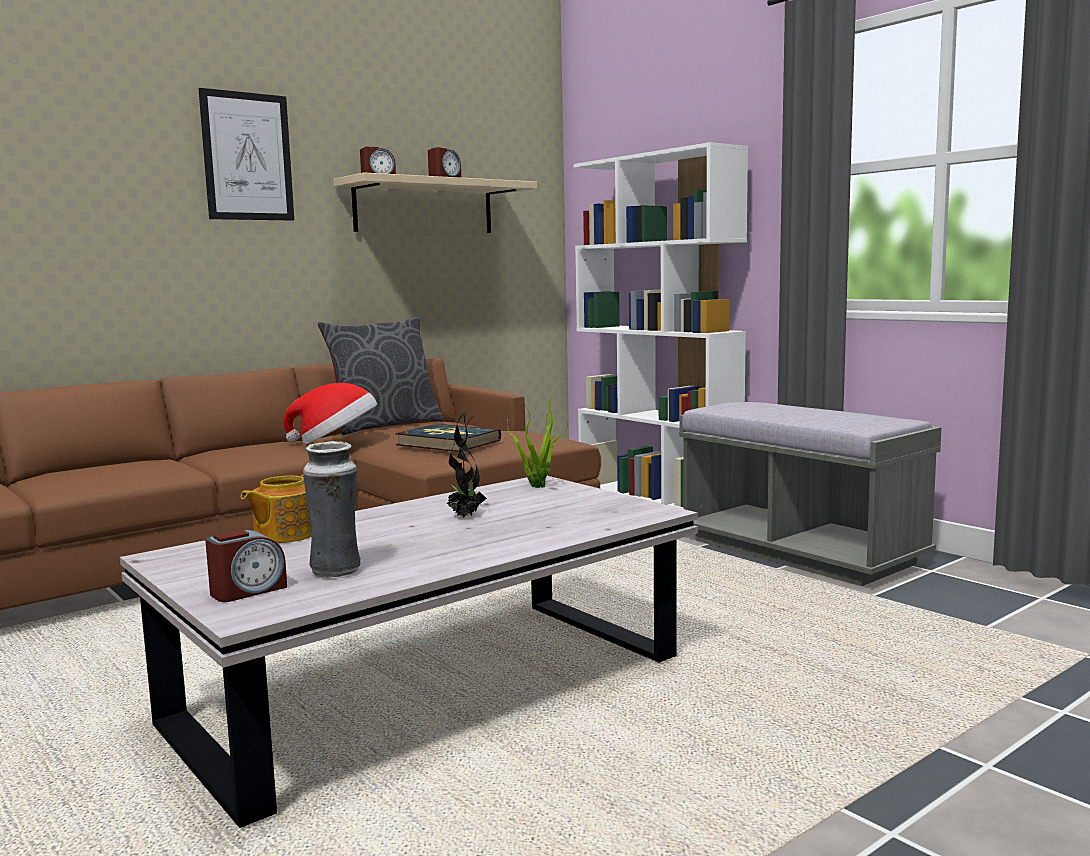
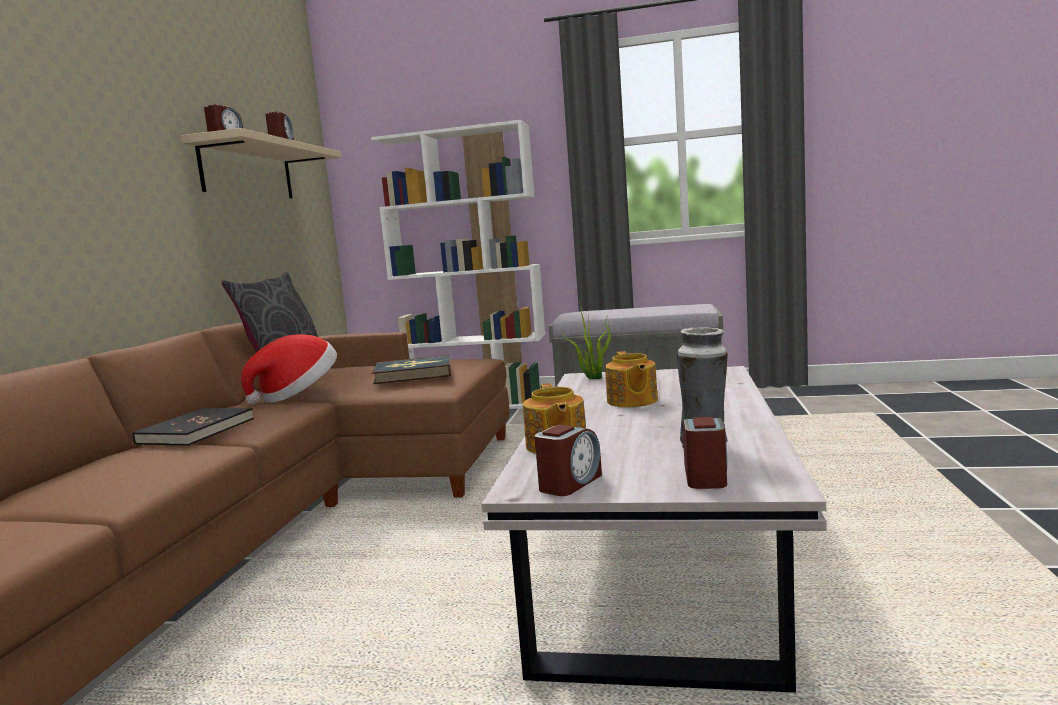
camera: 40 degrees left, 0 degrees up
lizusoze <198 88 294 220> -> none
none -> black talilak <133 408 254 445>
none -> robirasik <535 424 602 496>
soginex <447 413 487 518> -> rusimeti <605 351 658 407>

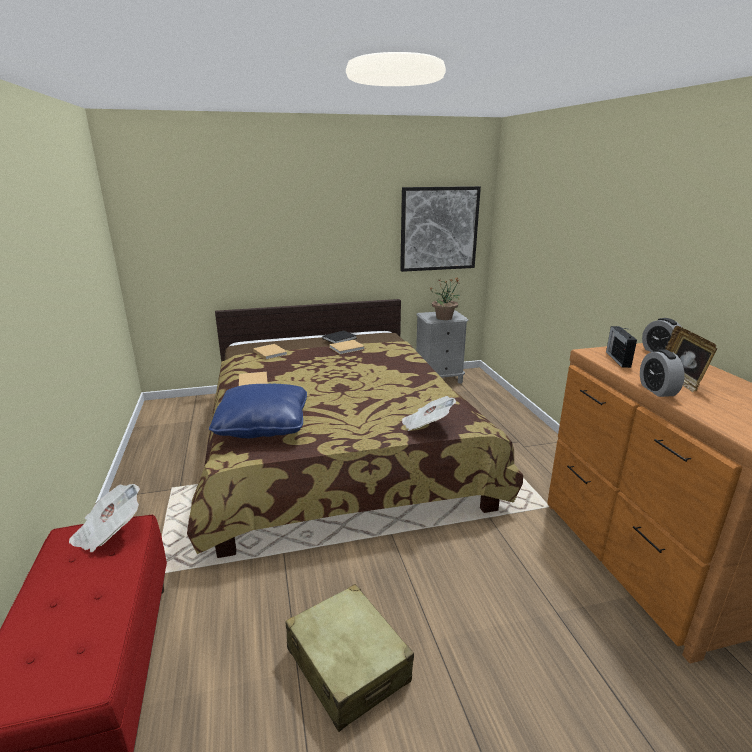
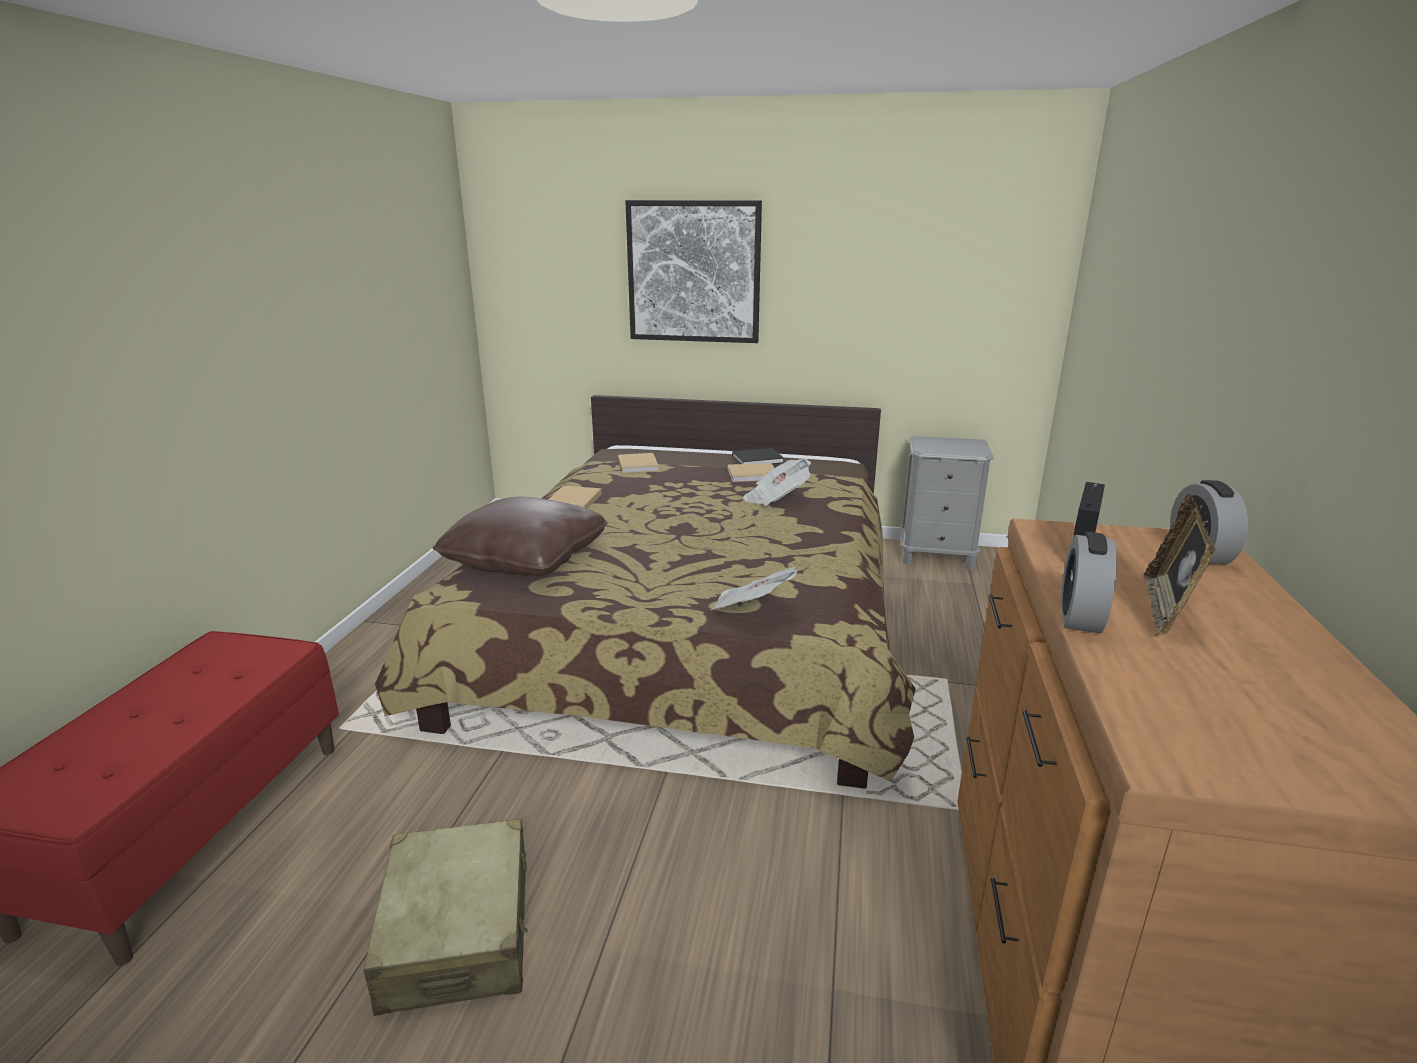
camera: 25 degrees right, 0 degrees up
soginex <429 278 462 320> -> none
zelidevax <69 484 140 552> -> zelidevax <743 459 811 506>, shifted
lizusoze <400 186 481 272> -> lizusoze <625 200 762 343>, shifted
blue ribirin <209 384 307 438> -> brown ribirin <433 497 608 576>

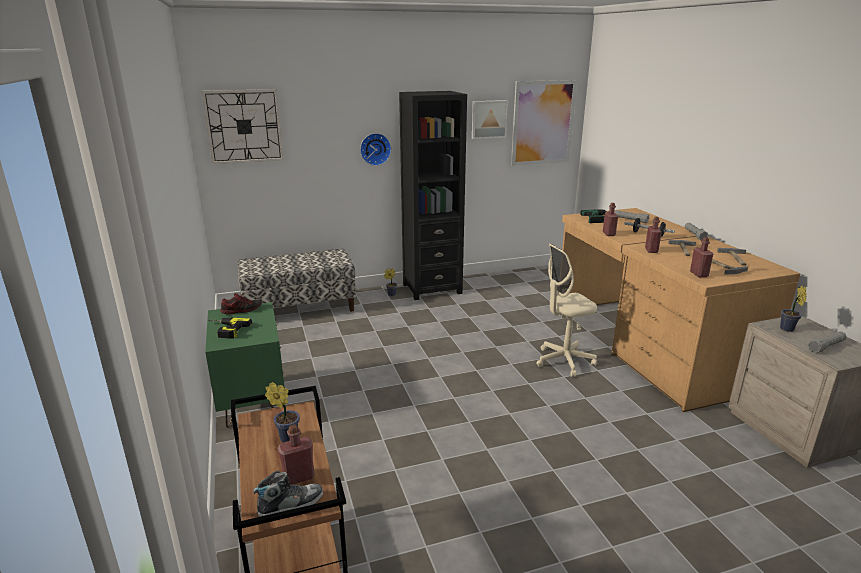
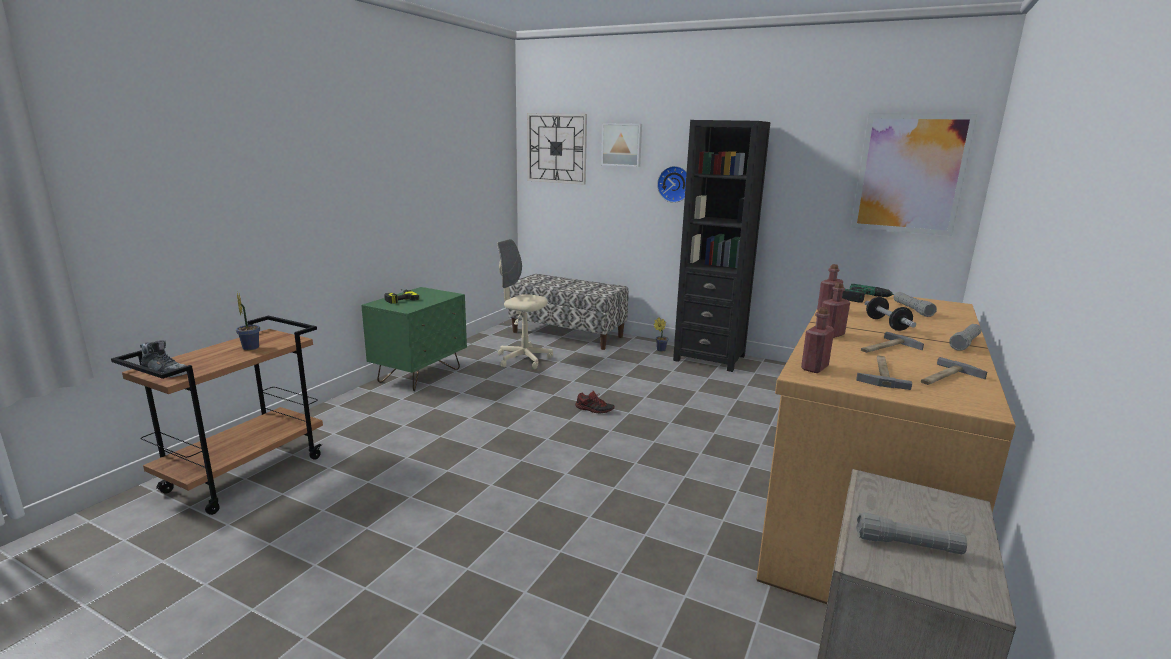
camera: 45 degrees right, 5 degrees down
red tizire <278 425 314 485> -> none
soginex <780 285 807 332> -> none
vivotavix <220 293 262 315> -> vivotavix <575 391 615 413>, shifted
lizusoze <472 100 508 139> -> lizusoze <601 123 642 167>, shifted
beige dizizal <536 243 597 377> -> beige dizizal <497 239 553 369>, shifted

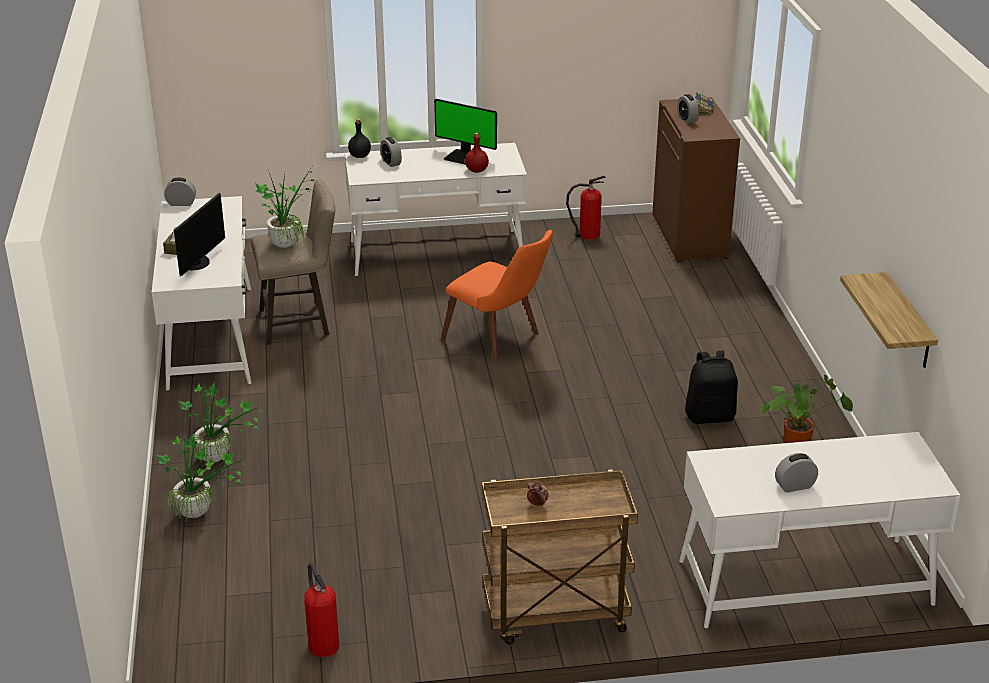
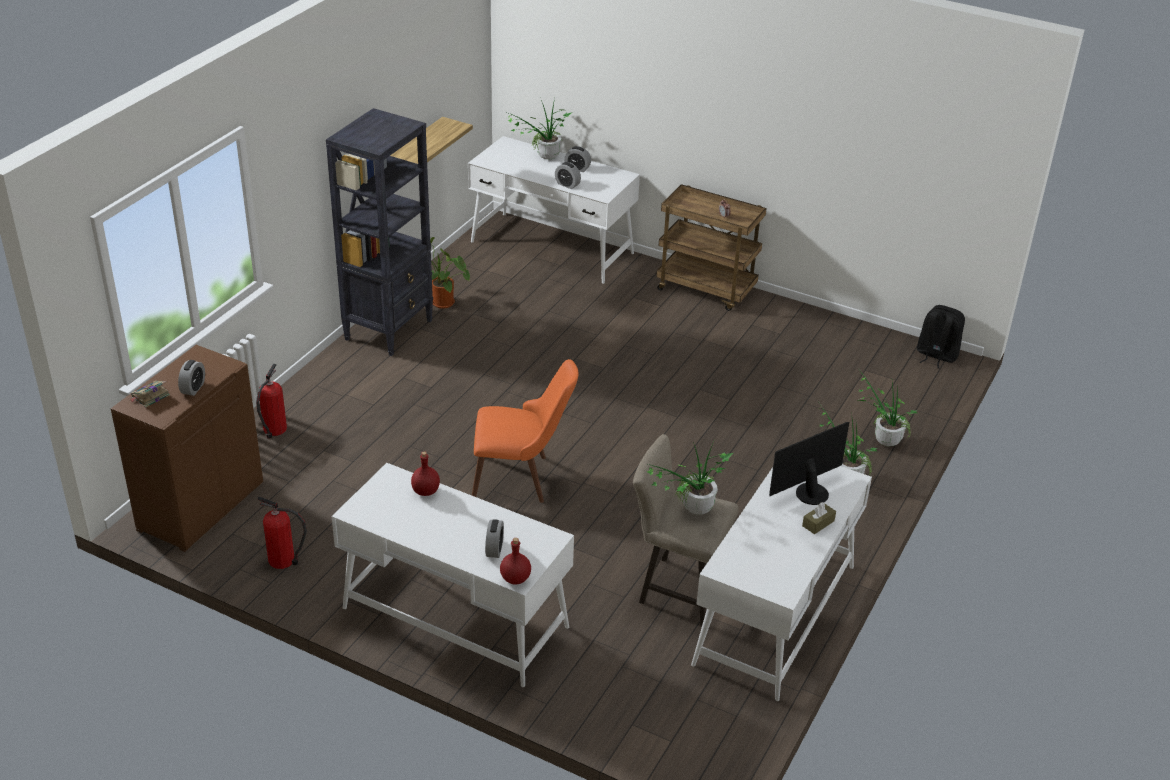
camera: 145 degrees left, 5 degrees up
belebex <434 99 497 165> -> none
none -> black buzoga <326 108 433 356>
none -> soginex <508 97 572 159>
robirasik <164 177 196 206> -> robirasik <555 162 581 189>, shifted
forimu <304 562 339 657> -> forimu <256 364 287 439>, shifted
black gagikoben <685 351 738 424> -> black gagikoben <917 305 965 369>, shifted
black tizire <348 119 371 158> -> red tizire <500 538 531 585>
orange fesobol <441 230 553 362> -> orange fesobol <472 359 579 503>, 105 degrees clockwise

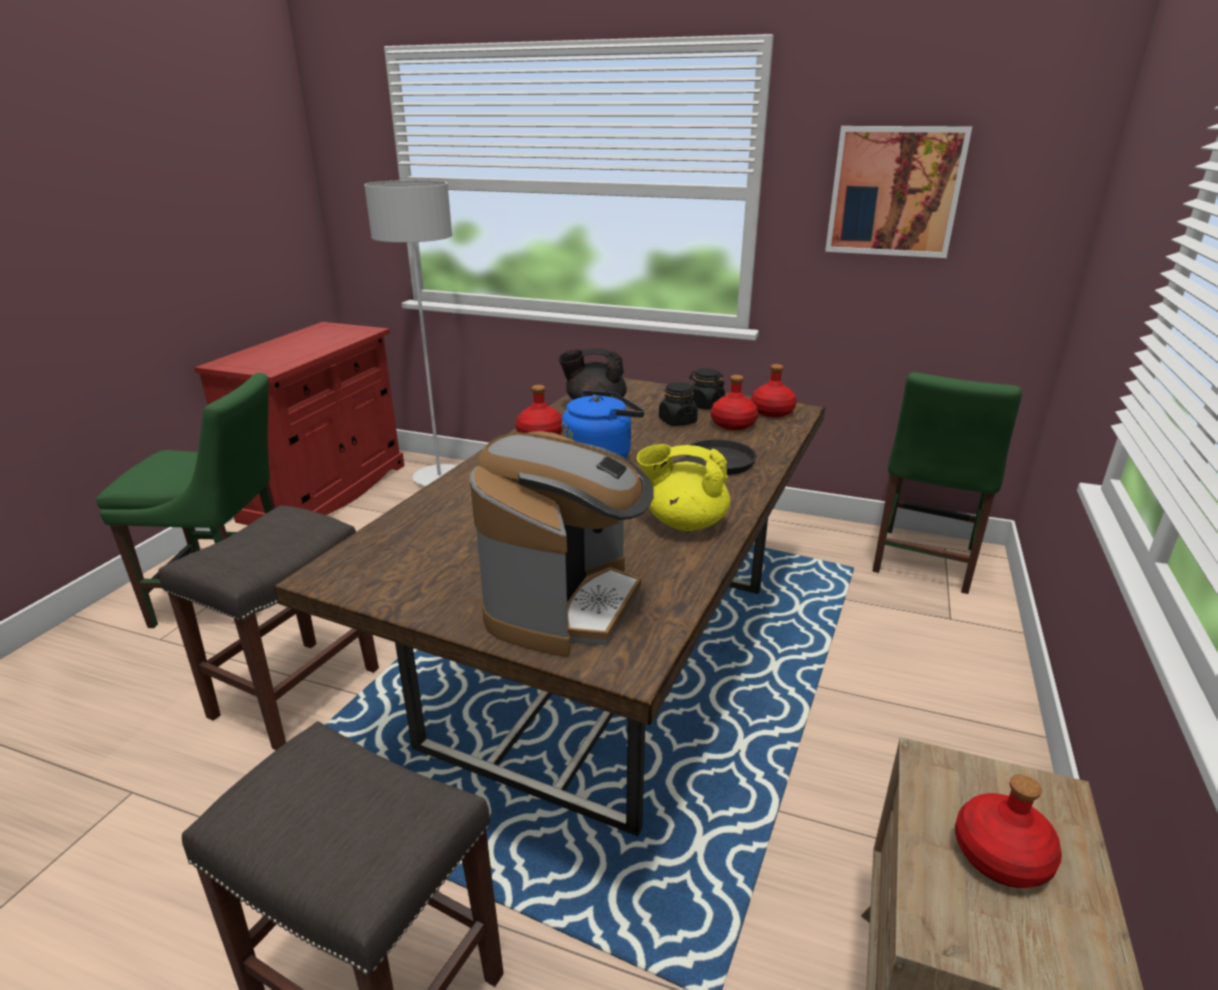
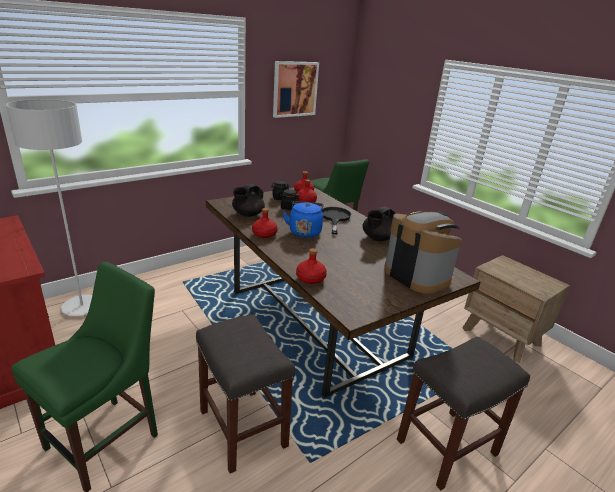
camera: 60 degrees left, 0 degrees up
red tizire <955 775 1062 888> -> red tizire <296 248 327 284>, shifted
yellow rusimeti <637 444 730 531> -> black rusimeti <362 206 397 241>

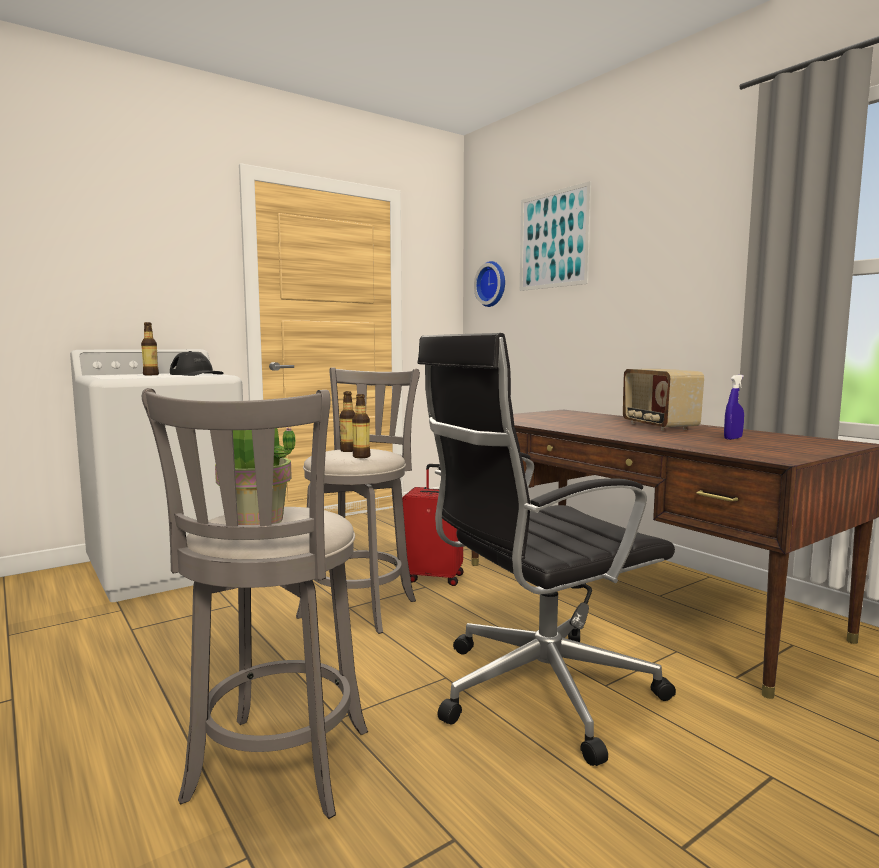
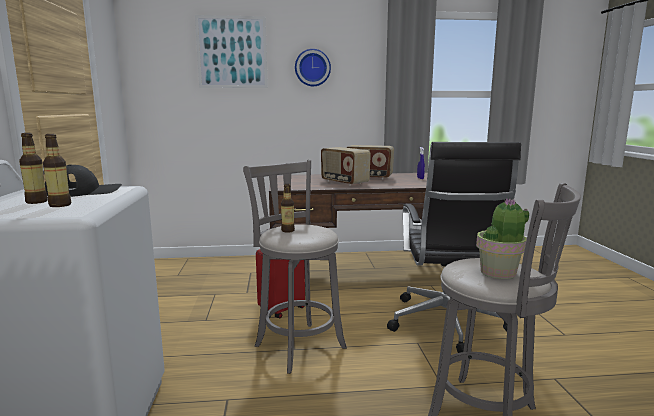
camera: 60 degrees left, 5 degrees up
none -> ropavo <321 147 371 186>
tizire <352 394 370 458> -> tizire <43 134 71 207>, shifted
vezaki <474 261 505 307> -> vezaki <295 49 331 86>, shifted

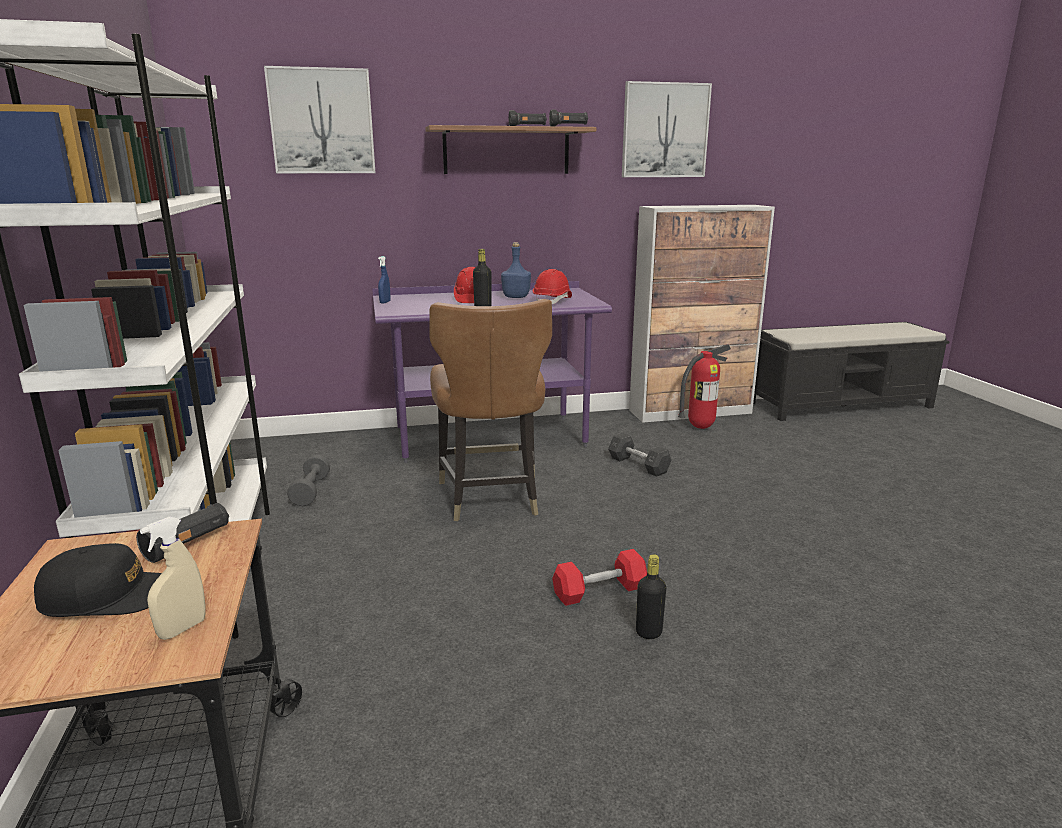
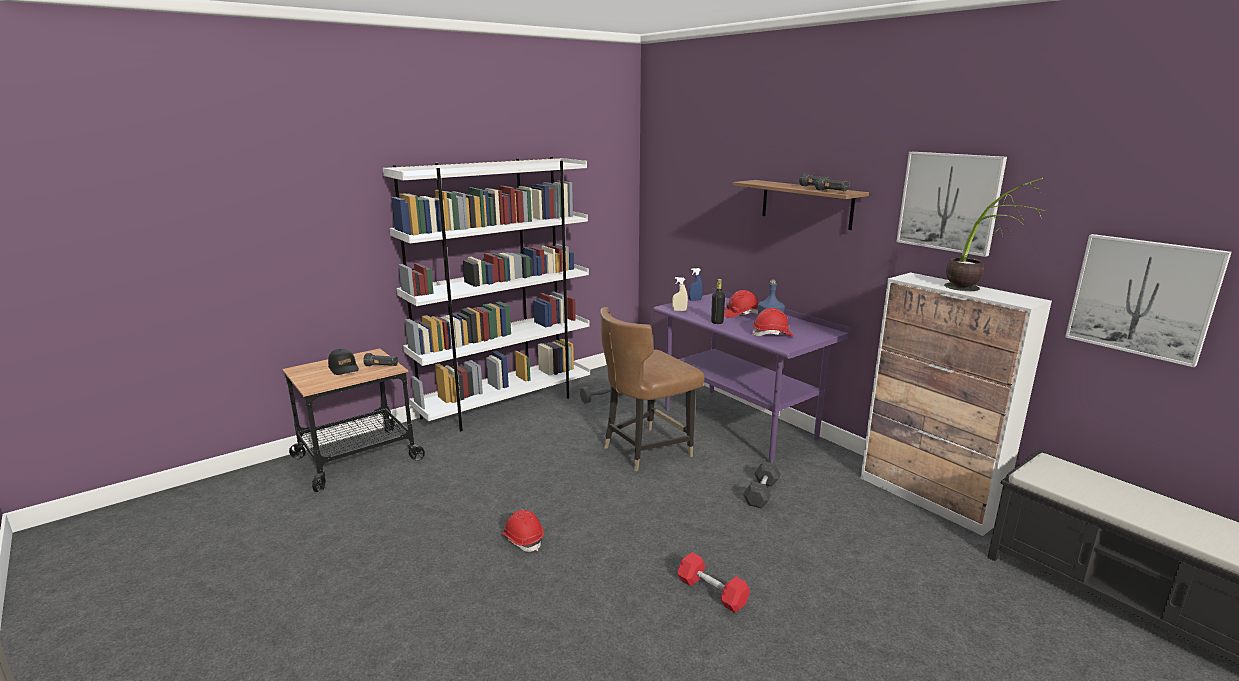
camera: 65 degrees right, 0 degrees up
forimu <678 344 731 429> -> none
none -> soginex <944 178 1045 291>
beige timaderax <140 517 206 640> -> beige timaderax <672 277 688 311>, shifted
lizusoze <264 66 376 173> -> lizusoze <1065 234 1232 367>, shifted
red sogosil <552 549 647 606> -> red sogosil <677 552 750 613>, shifted
black tizire <636 554 666 639> -> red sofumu <502 509 544 552>

